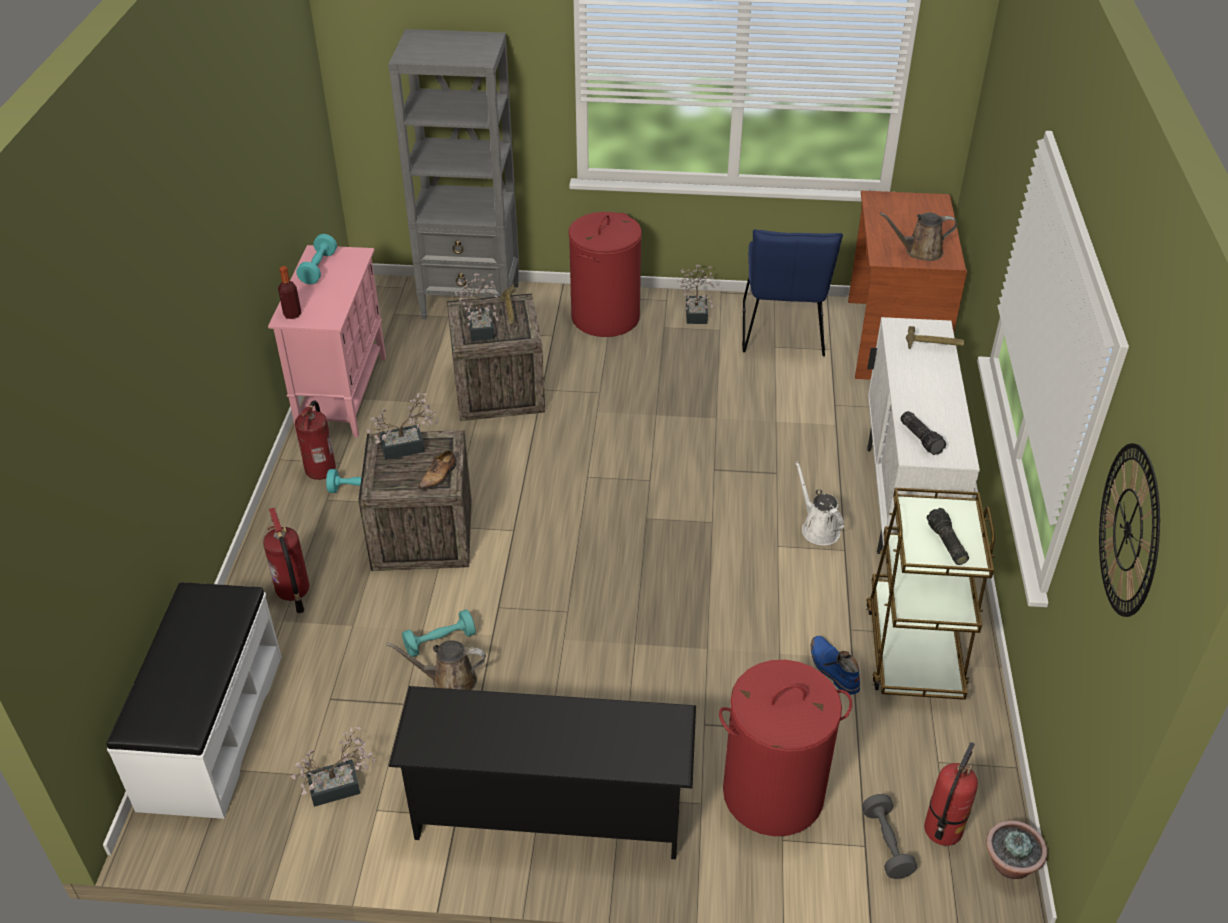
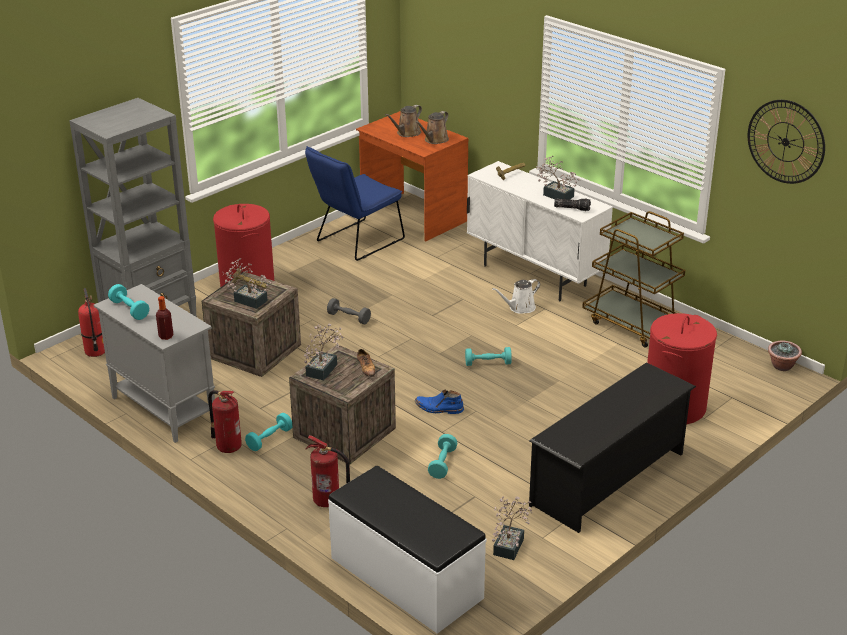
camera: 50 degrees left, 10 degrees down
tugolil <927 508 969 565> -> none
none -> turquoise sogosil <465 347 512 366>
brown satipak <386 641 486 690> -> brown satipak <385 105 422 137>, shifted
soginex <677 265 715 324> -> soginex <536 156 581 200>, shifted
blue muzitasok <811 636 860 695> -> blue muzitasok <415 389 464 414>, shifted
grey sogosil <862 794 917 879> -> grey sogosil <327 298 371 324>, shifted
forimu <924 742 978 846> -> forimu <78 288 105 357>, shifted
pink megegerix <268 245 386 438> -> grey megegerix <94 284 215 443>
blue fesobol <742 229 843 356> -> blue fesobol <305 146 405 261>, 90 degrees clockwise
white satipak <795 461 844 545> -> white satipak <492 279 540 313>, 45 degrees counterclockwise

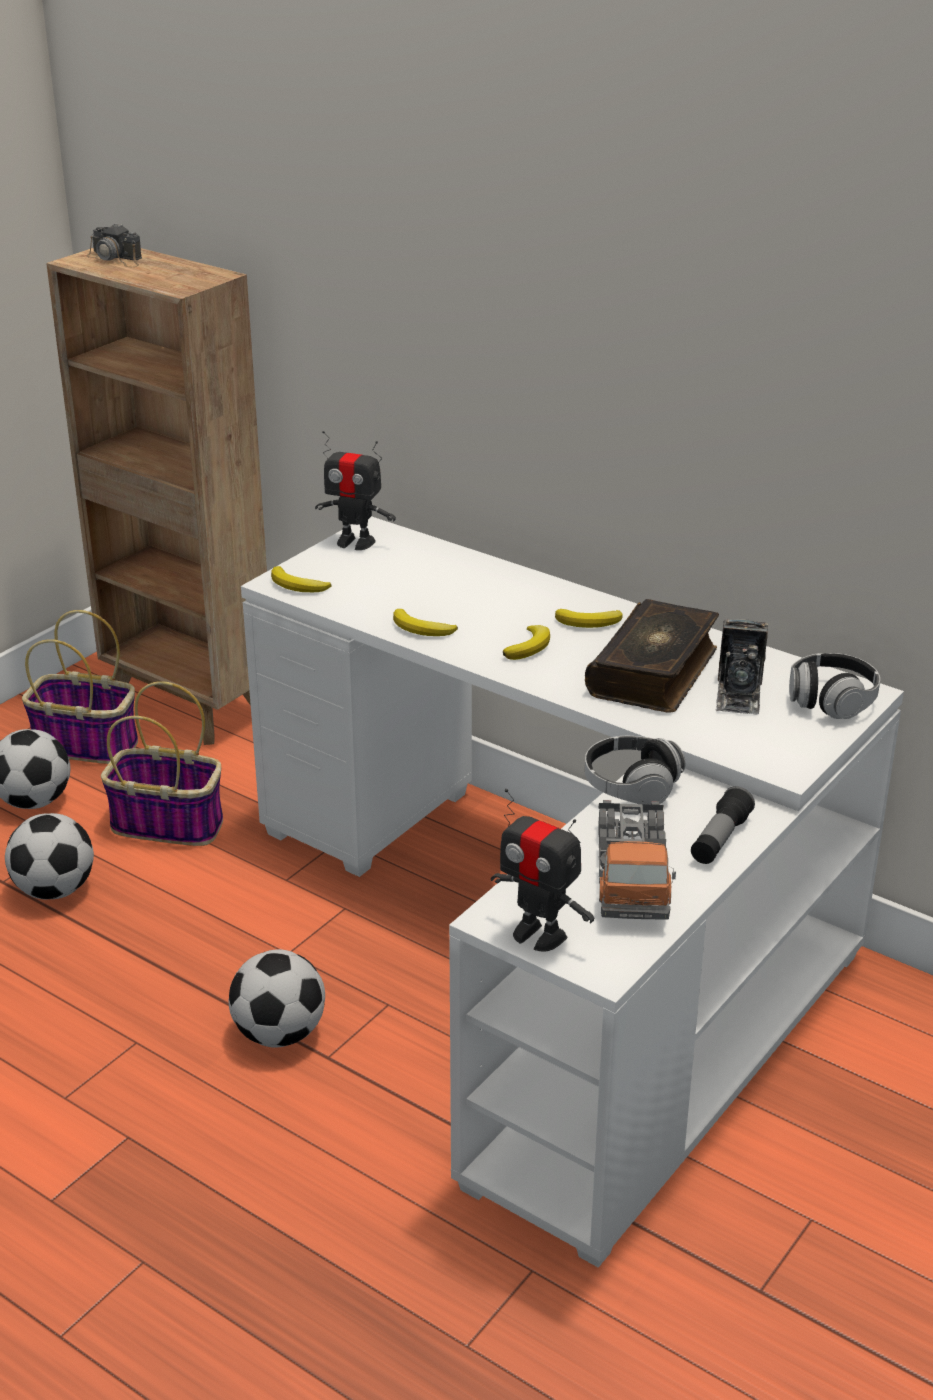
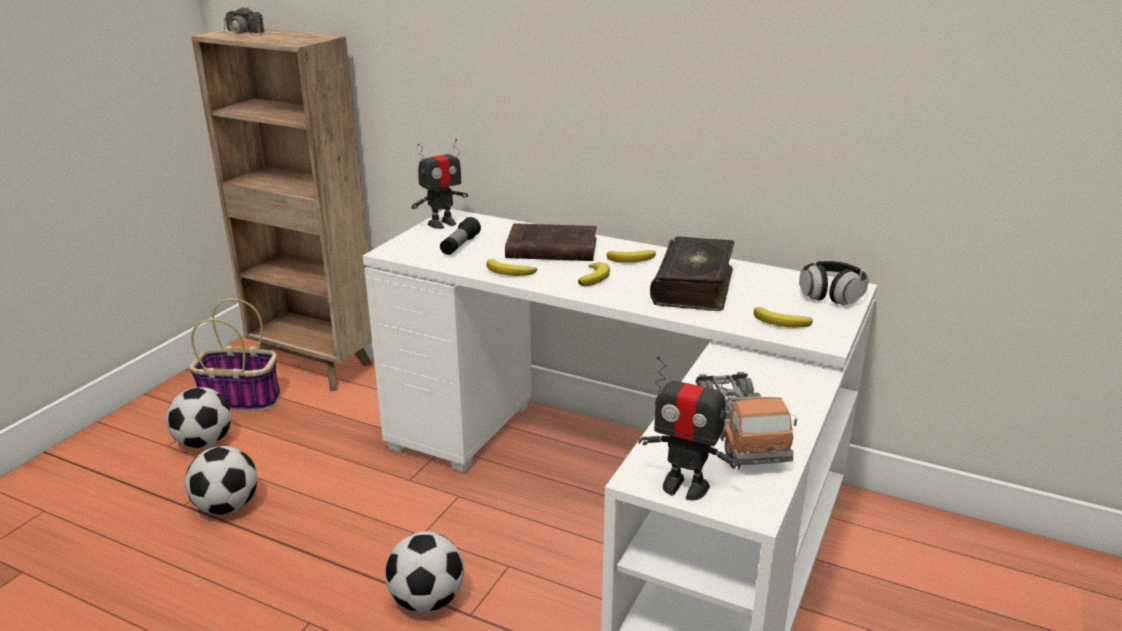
camera: 10 degrees left, 5 degrees down
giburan <101 681 223 846> -> none
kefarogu <585 736 685 805> -> none
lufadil <716 619 768 715> -> none
none -> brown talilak <505 223 597 261>
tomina <271 566 332 592> -> tomina <754 307 813 328>, shifted
tugolil <691 786 755 864> -> tugolil <440 217 481 255>, shifted
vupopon <315 431 396 550> -> vupopon <411 139 468 229>, 45 degrees counterclockwise

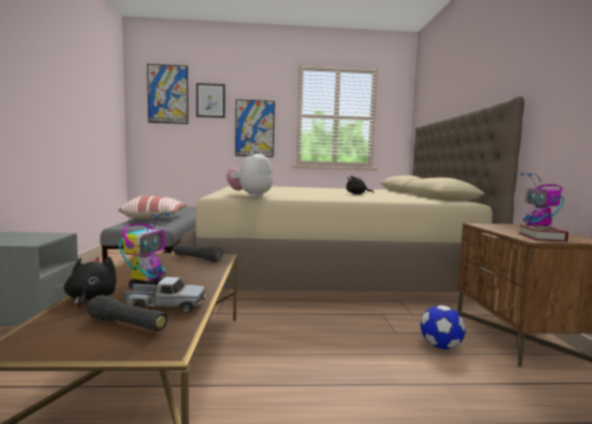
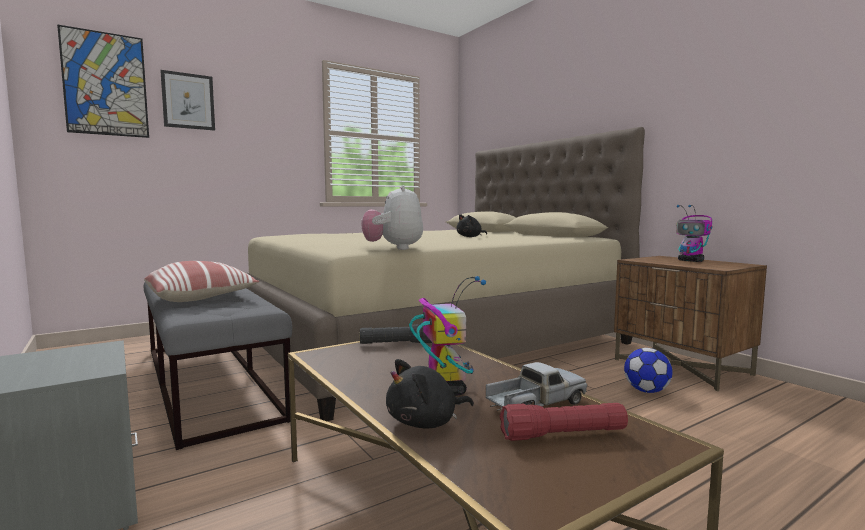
camera: 30 degrees left, 0 degrees up
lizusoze <235 99 275 157> -> none
talilak <519 225 569 242> -> none
black tugolil <87 295 168 331> -> red tugolil <500 403 628 441>
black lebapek <64 257 116 309> -> black lebapek <386 359 474 429>, 75 degrees counterclockwise

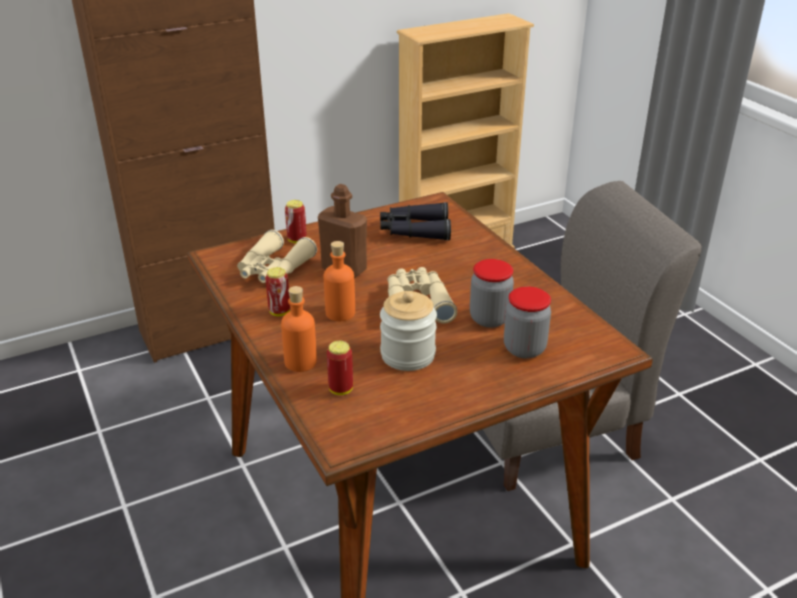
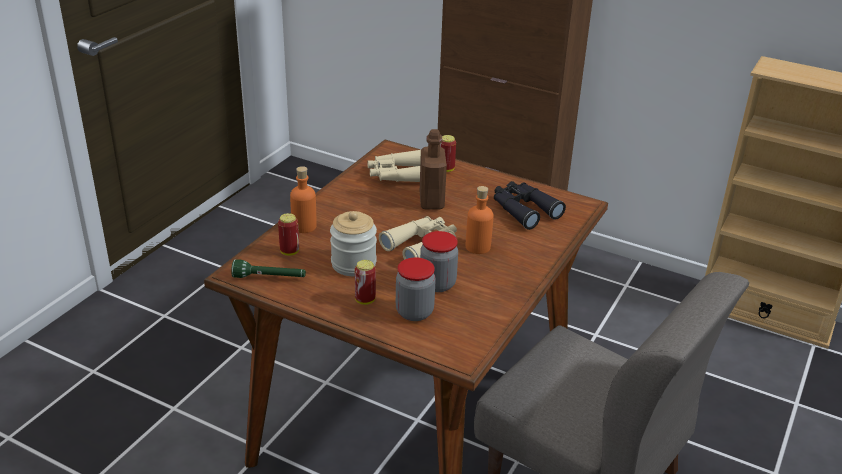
camera: 55 degrees right, 0 degrees up
none -> green tugolil <231 259 306 278>
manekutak <265 267 290 316> -> manekutak <355 260 376 305>, shifted
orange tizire <324 241 355 321> -> orange tizire <466 186 494 254>, shifted

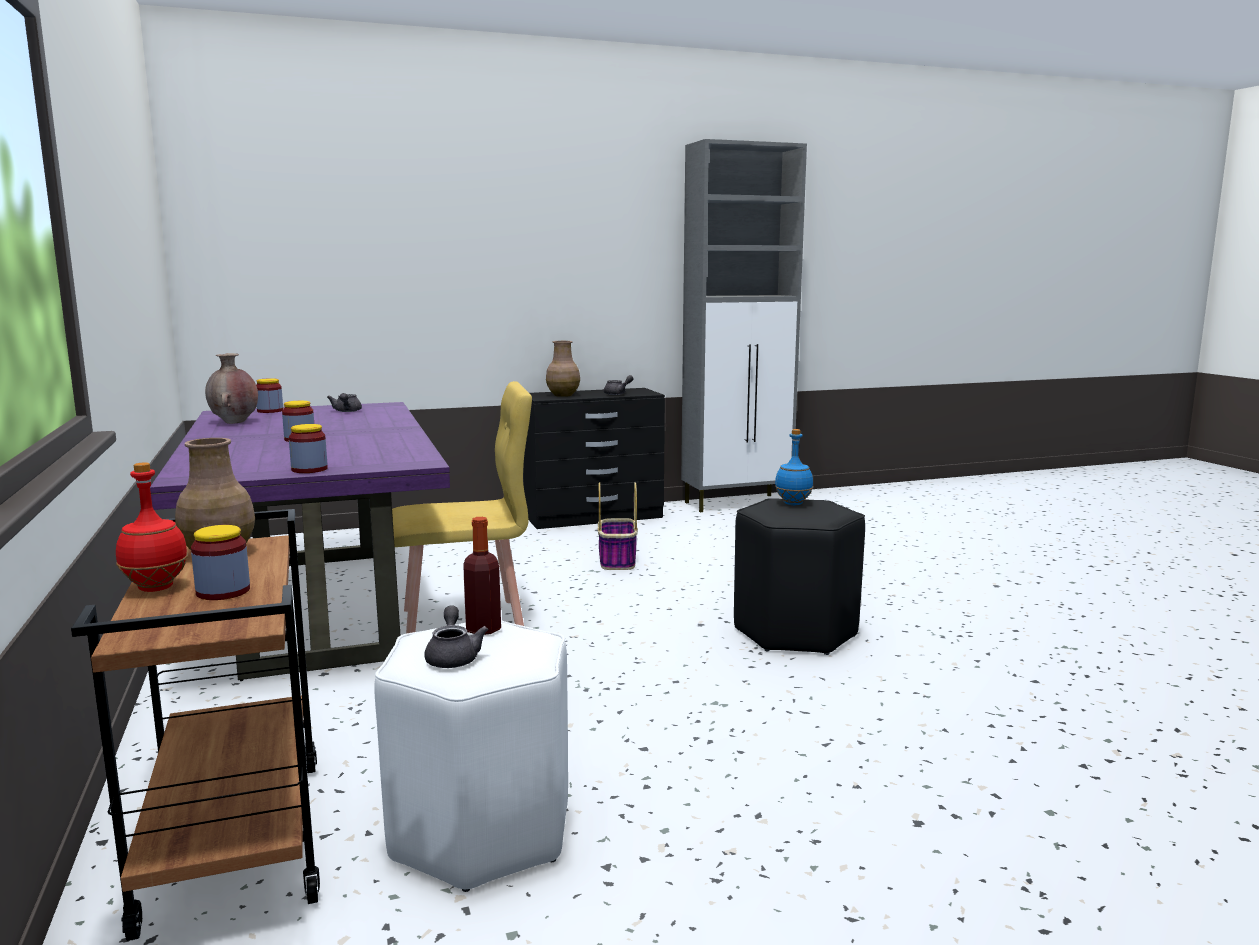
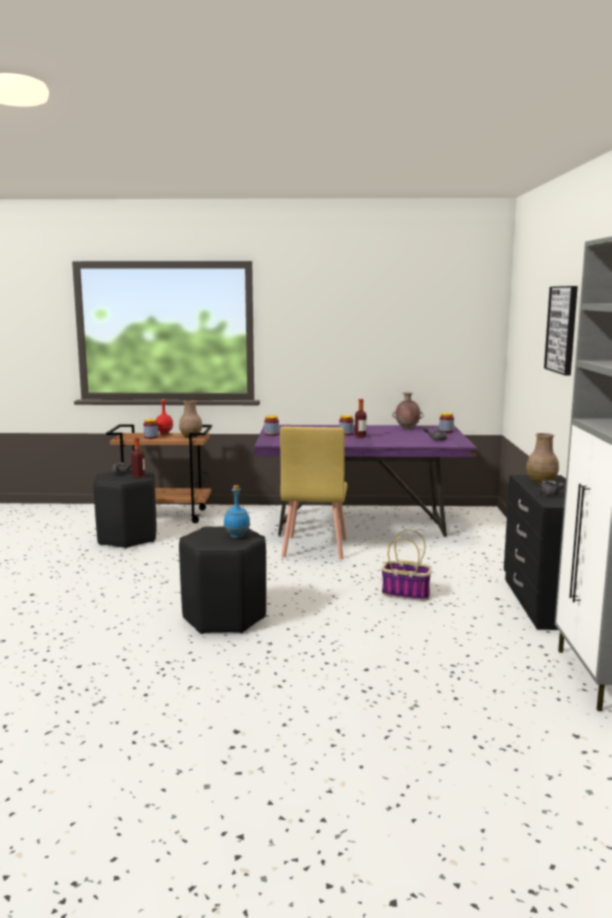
camera: 110 degrees right, 0 degrees up
none -> tizire <355 399 367 438>
none -> lizusoze <544 286 578 375>
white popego <374 620 568 892> -> black popego <93 470 157 549>

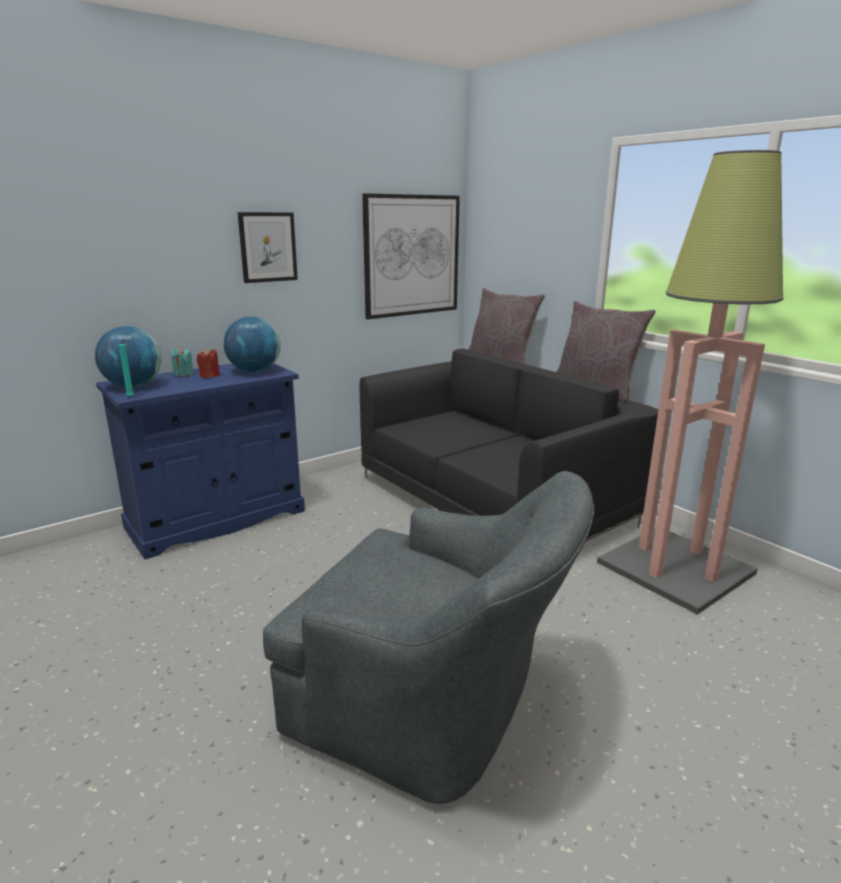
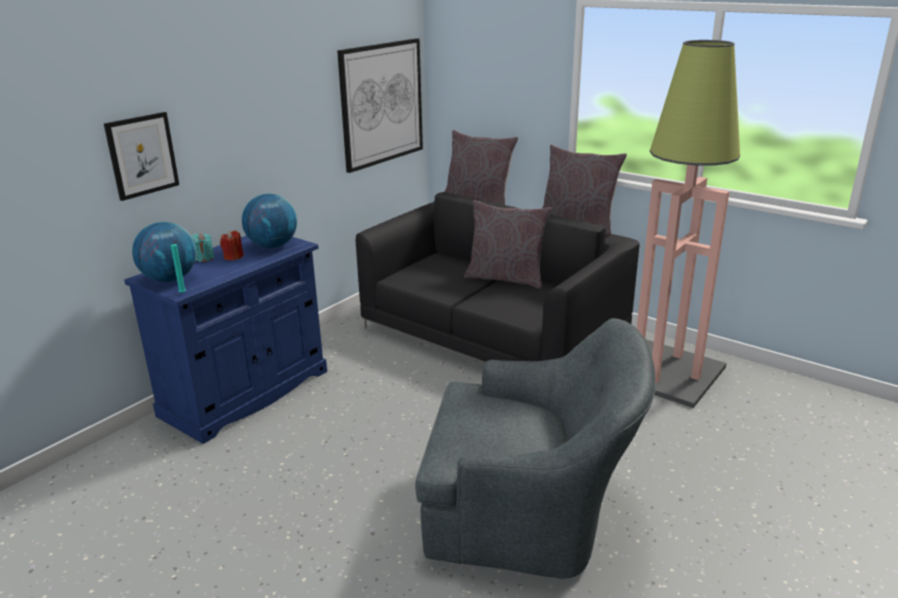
camera: 15 degrees left, 5 degrees up
none -> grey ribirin <464 200 552 289>
lizusoze <238 212 298 283> -> lizusoze <104 112 179 201>, shifted

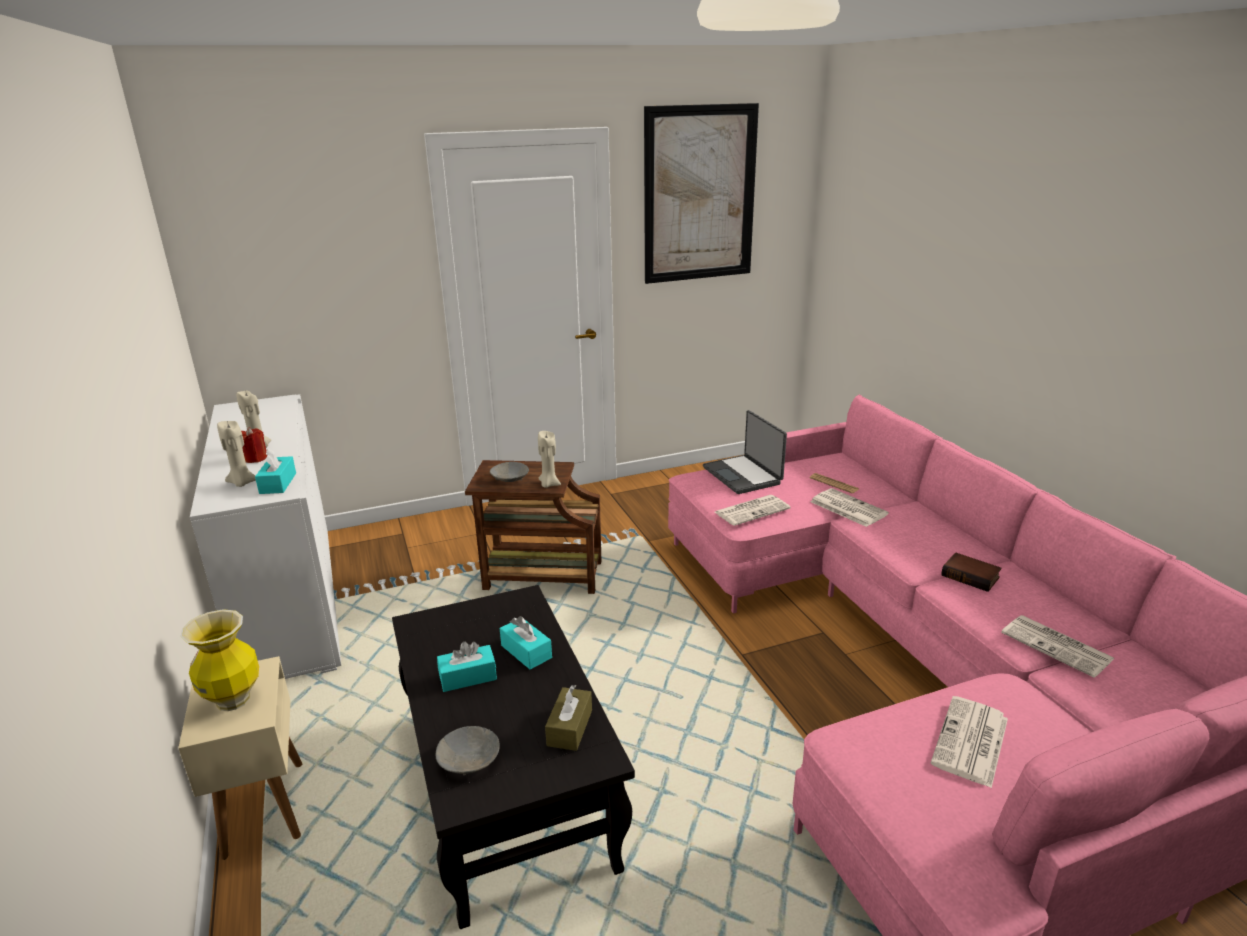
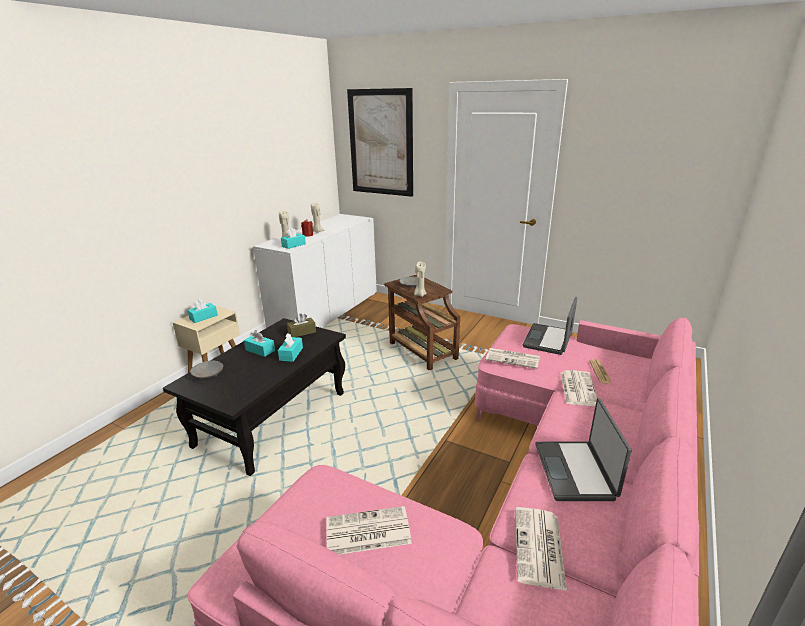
camera: 50 degrees right, 0 degrees up
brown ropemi <545 685 592 751> -> brown ropemi <287 313 316 337>, shifted
lizusoze <644 103 759 284> -> lizusoze <347 88 413 197>, shifted
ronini <180 609 259 711> -> turquoise ropemi <187 299 218 323>
talilak <942 553 1002 592> -> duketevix <535 398 632 501>

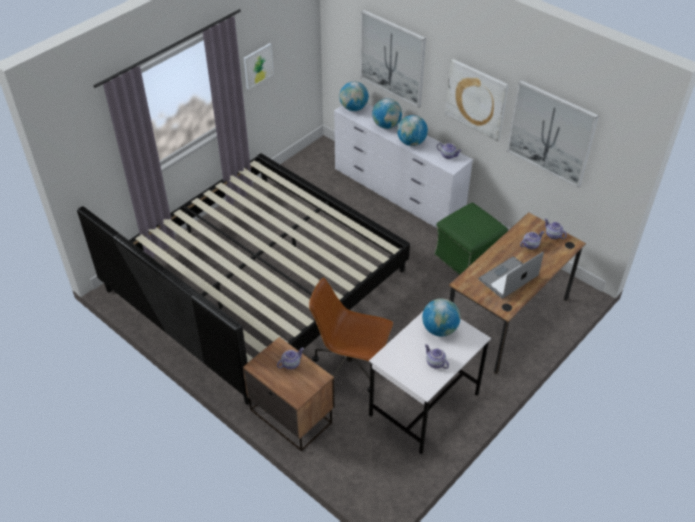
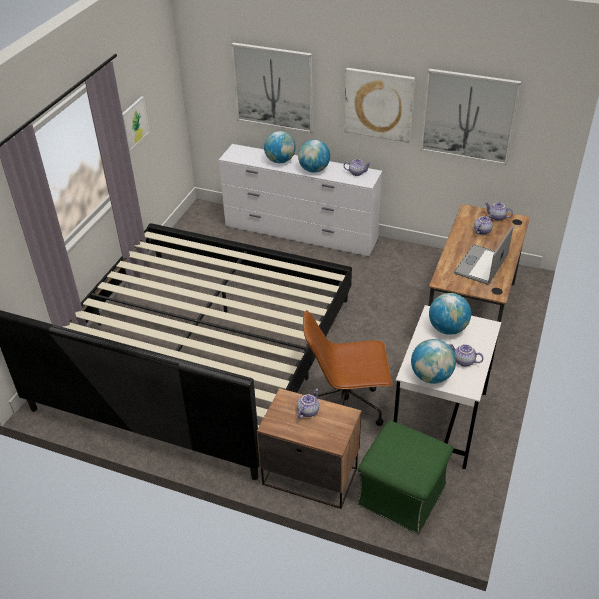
camera: 20 degrees left, 5 degrees down
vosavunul <339 81 369 111> -> vosavunul <411 339 456 384>, shifted
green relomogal <434 203 508 275> -> green relomogal <357 420 453 534>, shifted

